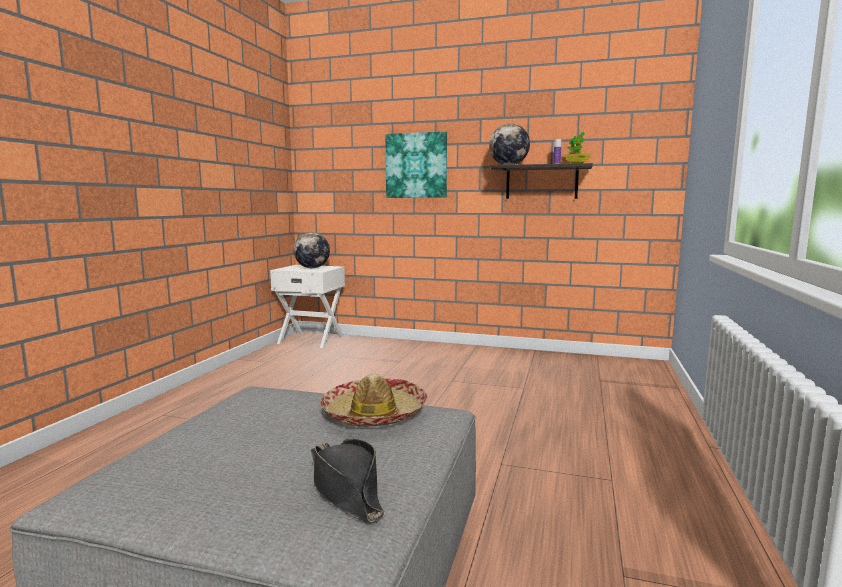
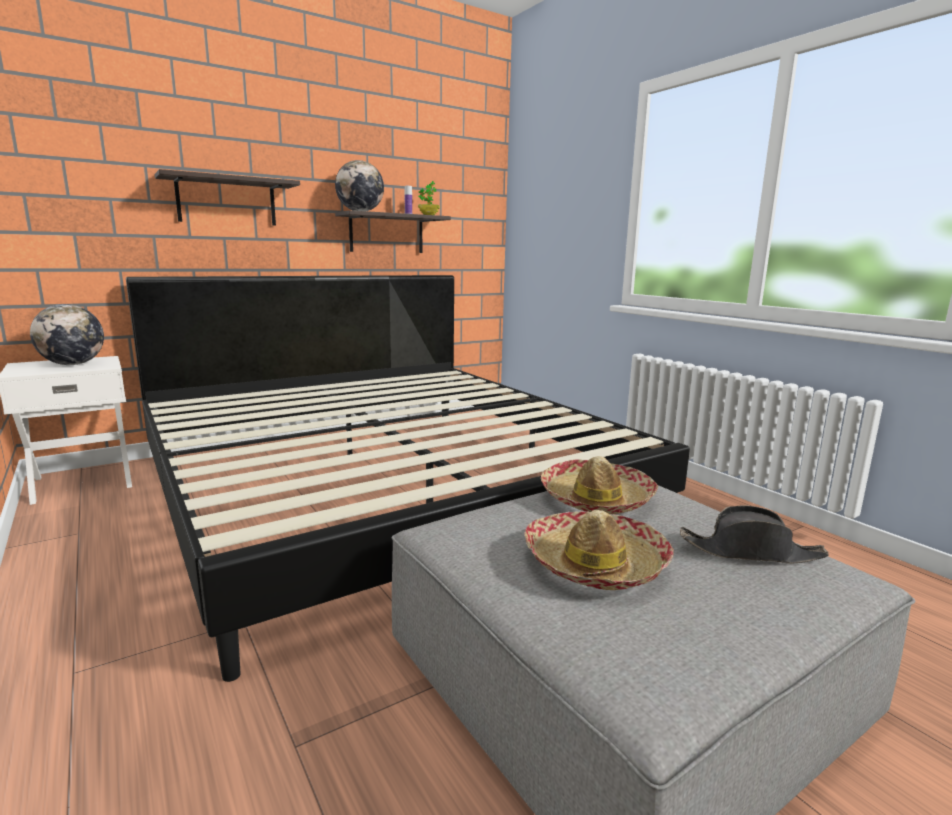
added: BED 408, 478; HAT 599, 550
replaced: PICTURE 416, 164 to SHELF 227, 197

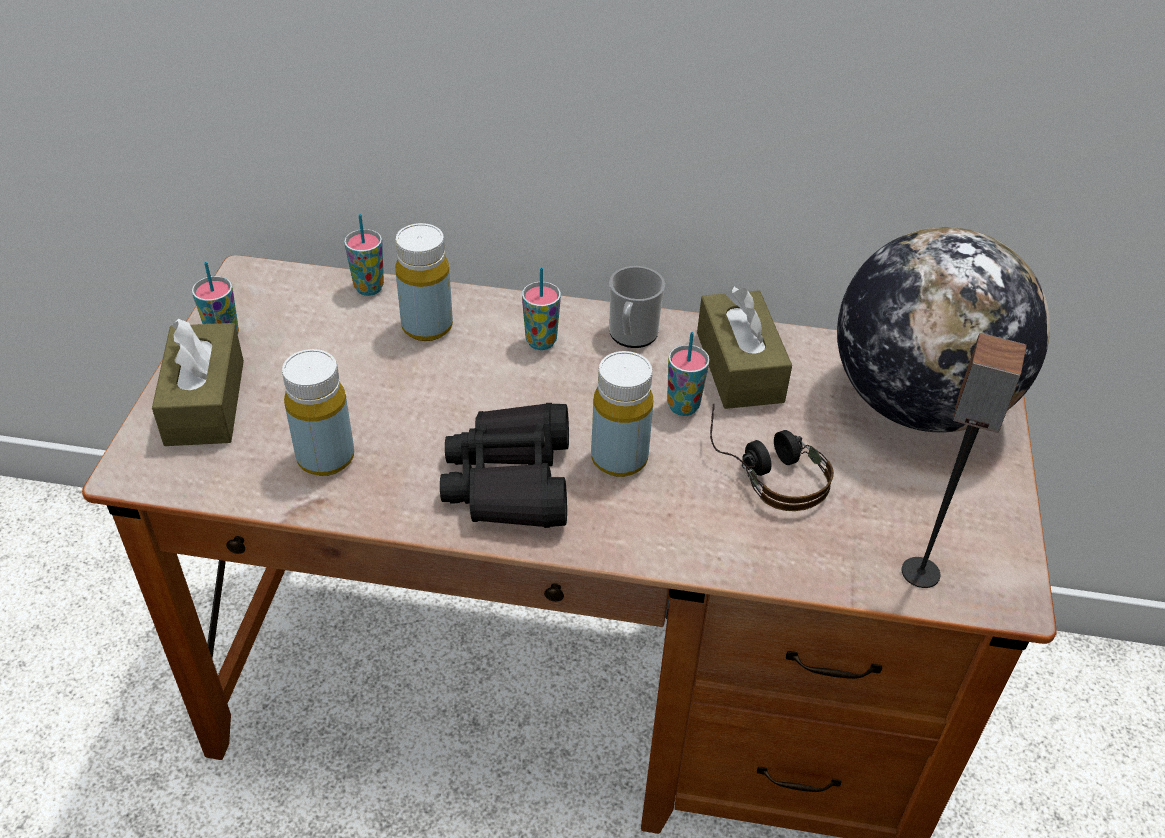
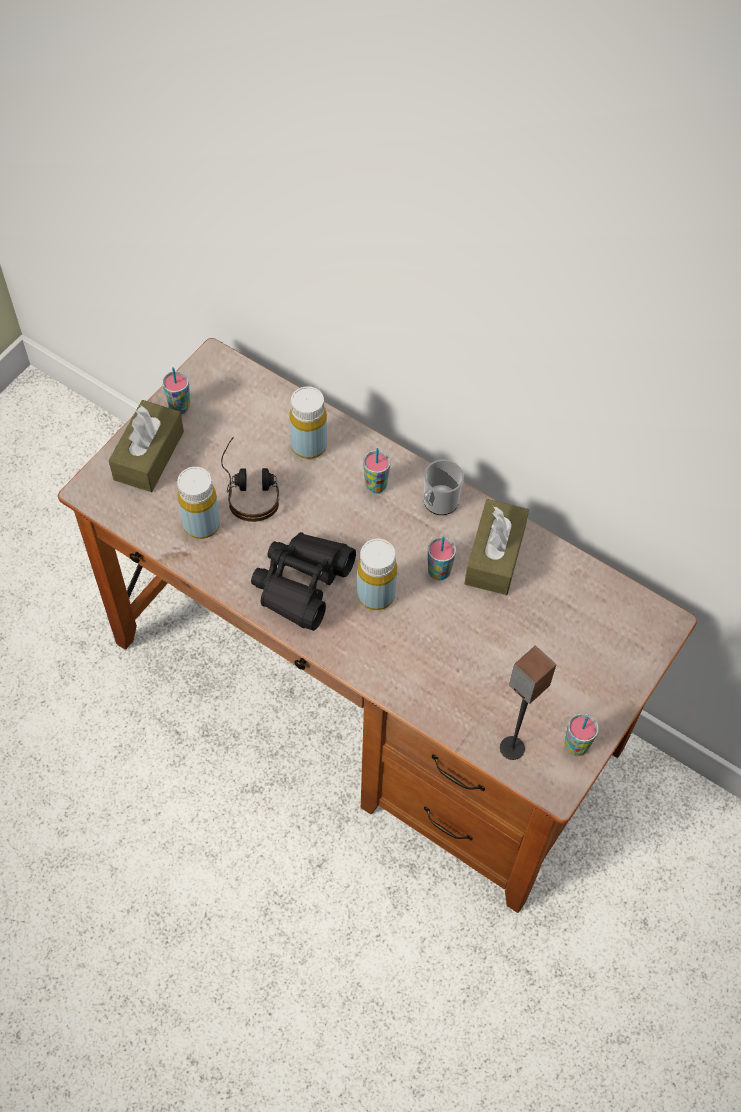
removed: GLOBE 943, 330
moved: CUP 364, 255 to 582, 734; HEADPHONES 772, 457 to 250, 479

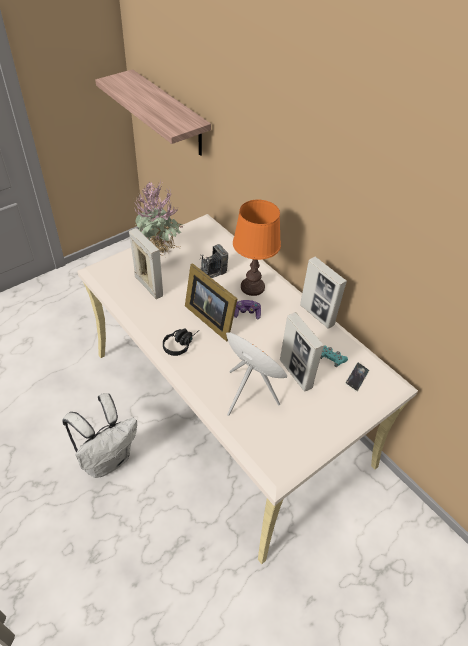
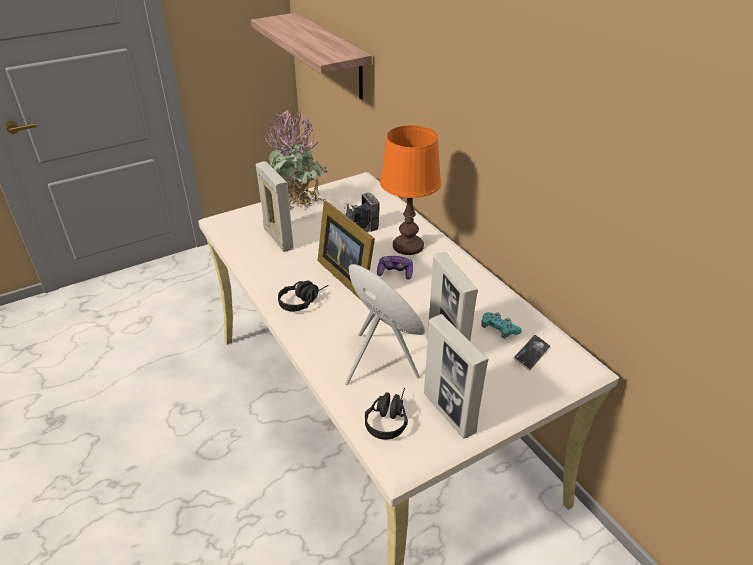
removed: WHITE BACKPACK 99, 435
added: BLACK HEADPHONES 386, 414
moved: PICTURE FRAME 323, 292 to 456, 376

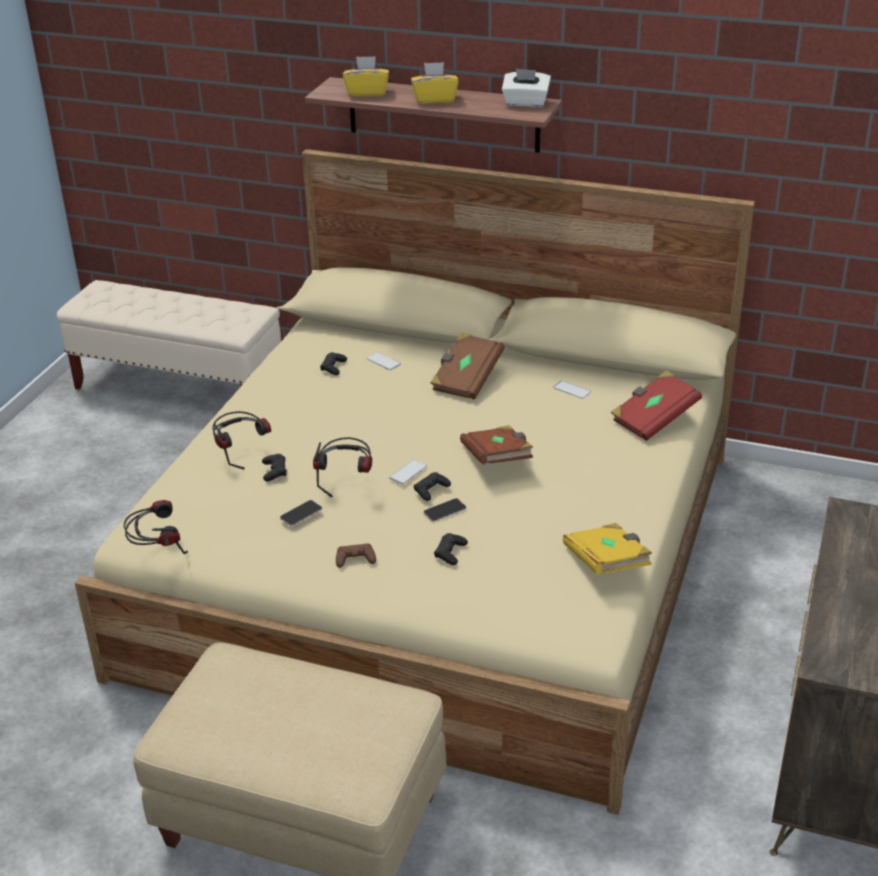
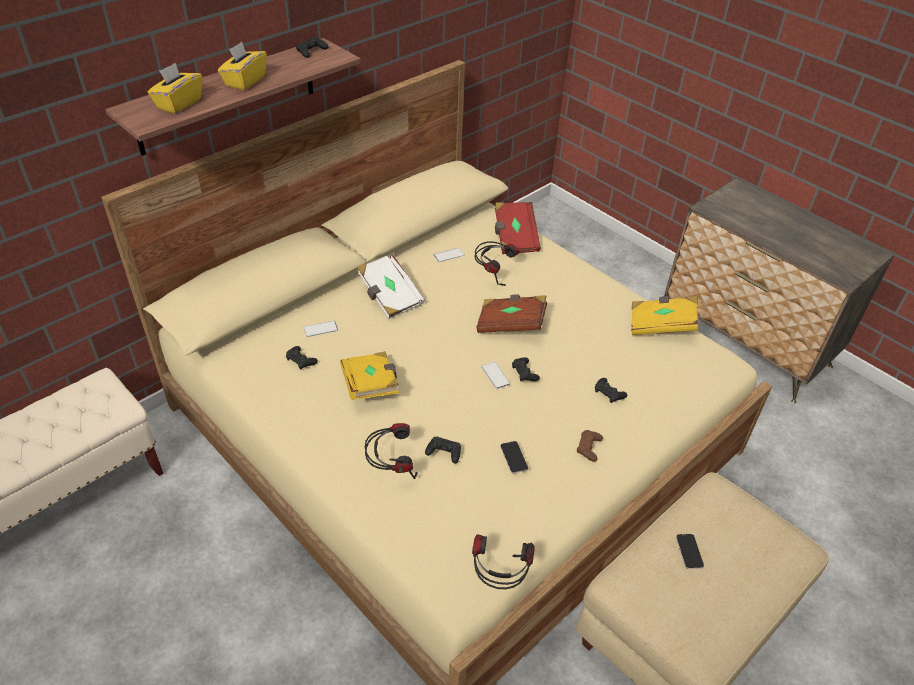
added: YELLOW BOOK 369, 375
moved: HEADPHONES 342, 467 to 496, 263; PHONE 444, 510 to 690, 551
replaced: WHITE TISSUE BOX 526, 88 to BLACK GAME CONTROLLER 312, 47
recoloured: BROWN BOOK 467, 366 to WHITE BOOK 391, 286

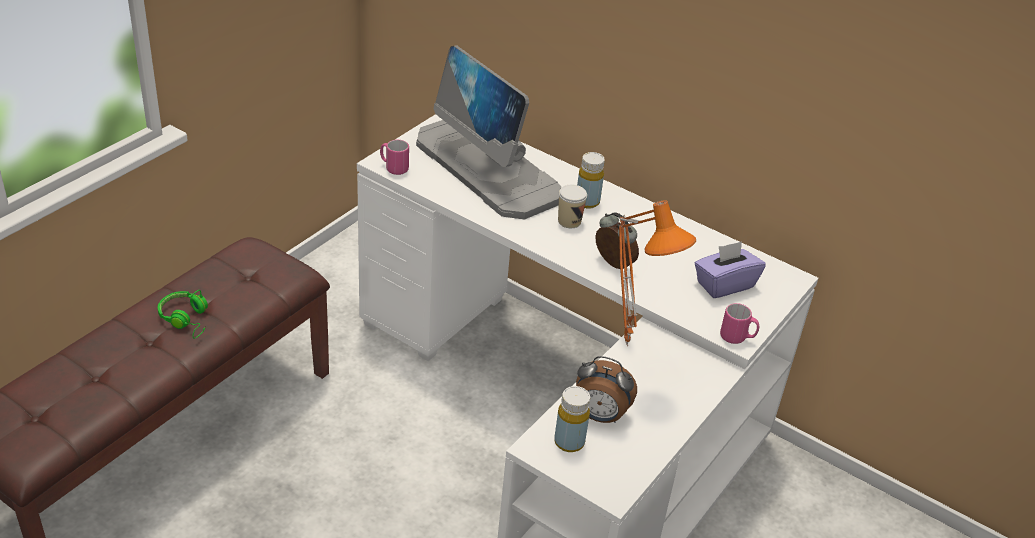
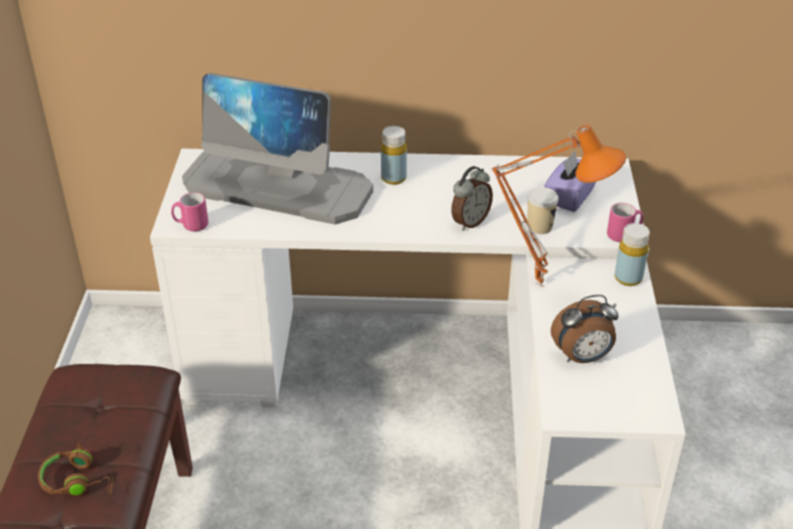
moved: YELLOW BOTTLE 572, 419 to 632, 254; CUP 572, 206 to 543, 210
recoloured: GREEN HEADPHONES 183, 314 to BROWN HEADPHONES 75, 469
turned: ALARM CLOCK 617, 240 = 472, 198 120 degrees clockwise

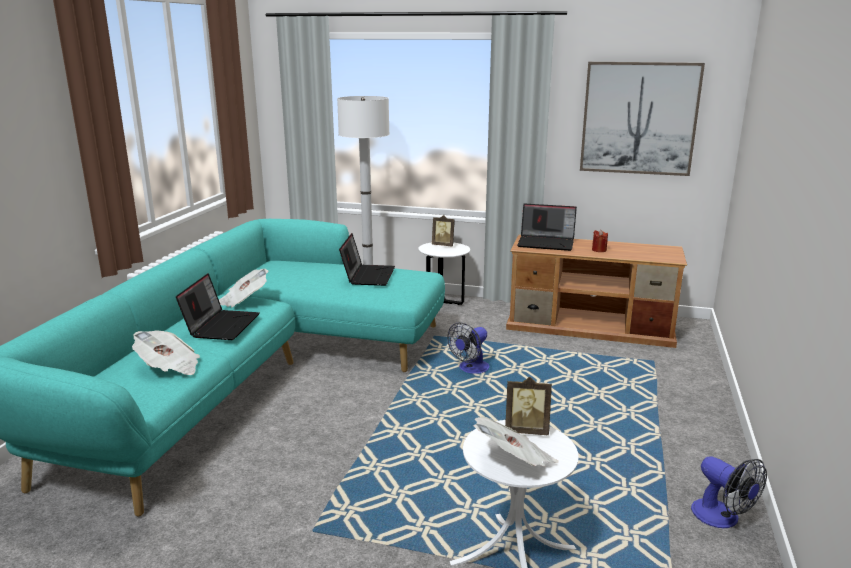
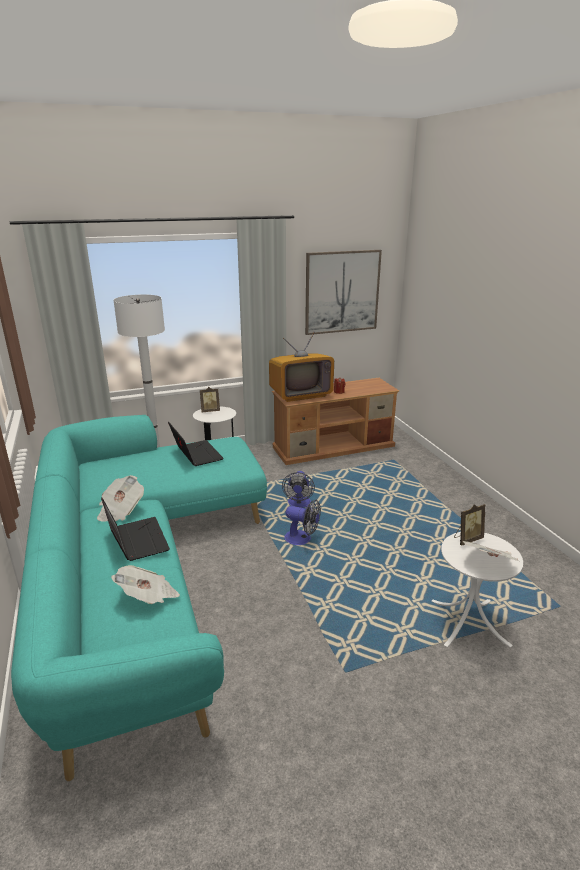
moved: FAN 729, 492 to 302, 522
replaced: LAPTOP 547, 227 to TELEVISION 301, 366

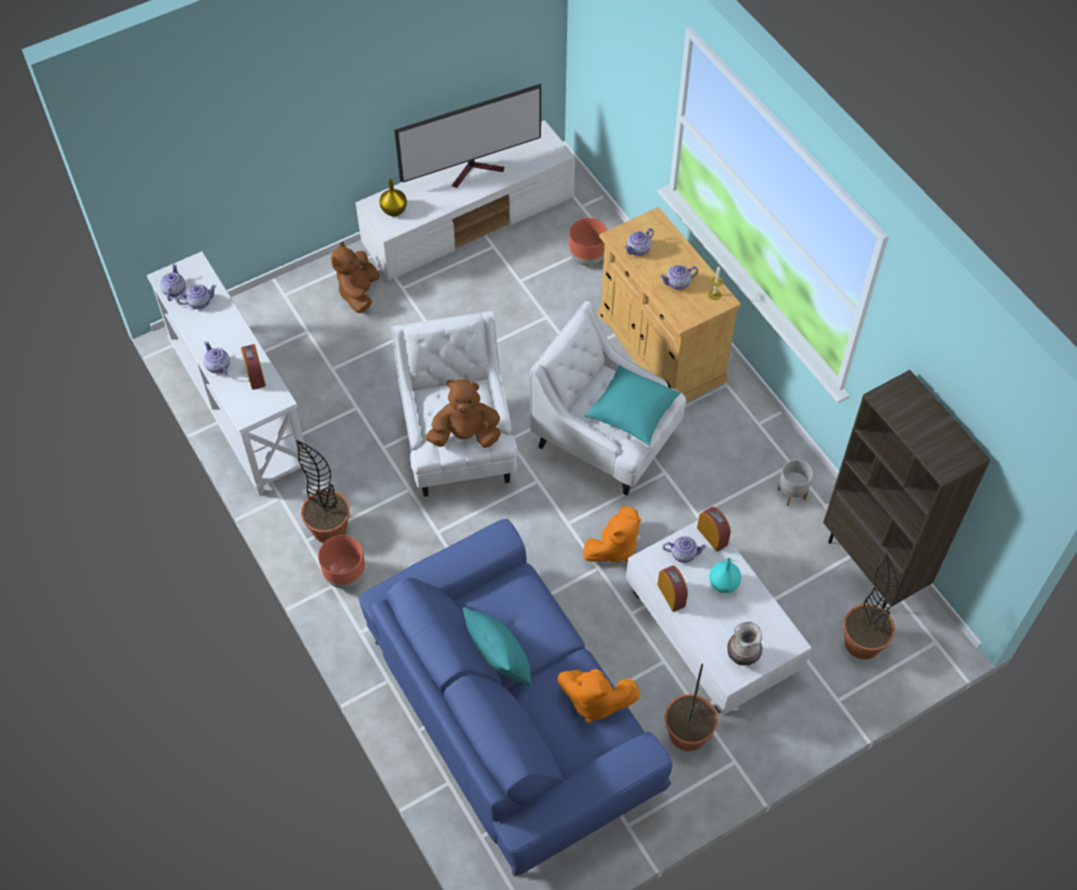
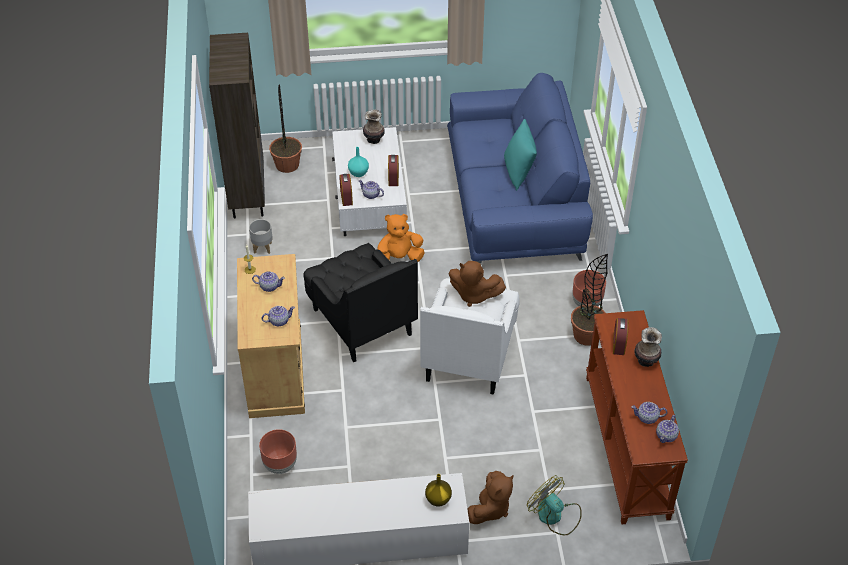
removed: TELEVISION 467, 136; ORANGE PLUSH TOY 599, 696; TURQUOISE PILLOW 633, 405; POTTED PLANT 691, 707
added: FAN 554, 505
replaced: TEAPOT 217, 358 to VASE 648, 347
recoloured: WHITE CONSOLE TABLE 229, 373 to BROWN CONSOLE TABLE 637, 417; WHITE ARMCHAIR 608, 398 to BLACK ARMCHAIR 360, 302

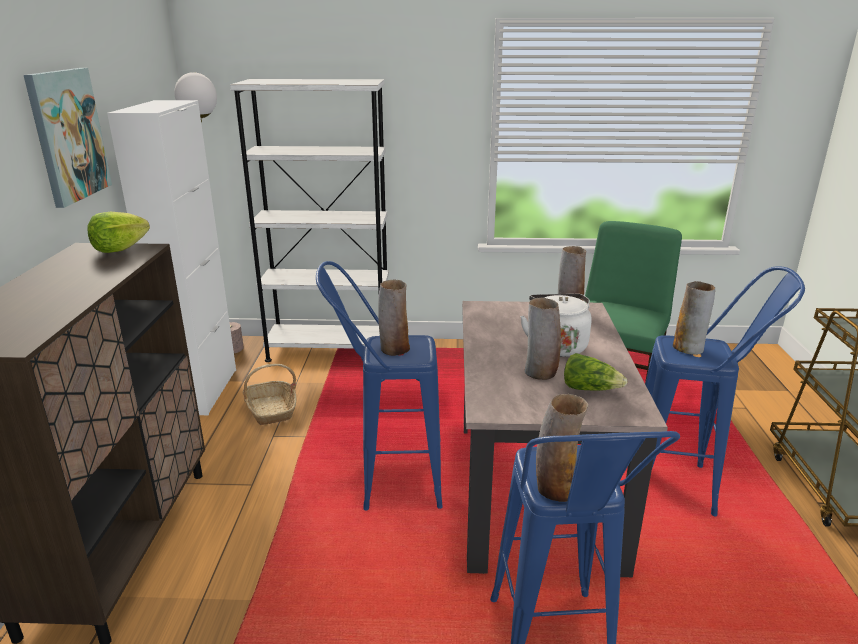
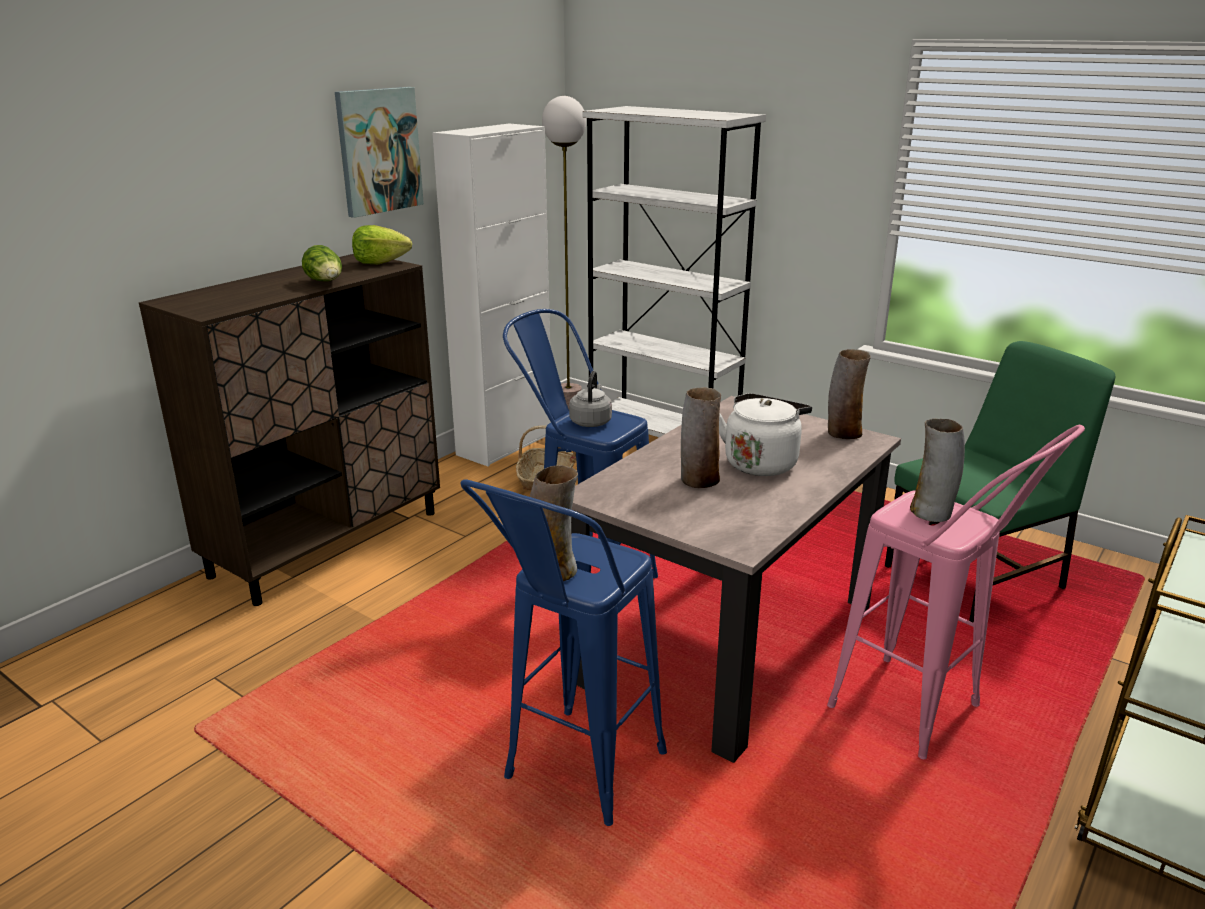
moved: LETTUCE 596, 372 to 322, 263
replaced: VASE 394, 318 to GREY KETTLE 590, 399
recoloured: BLUE STOOL 725, 391 to PINK STOOL 956, 592

